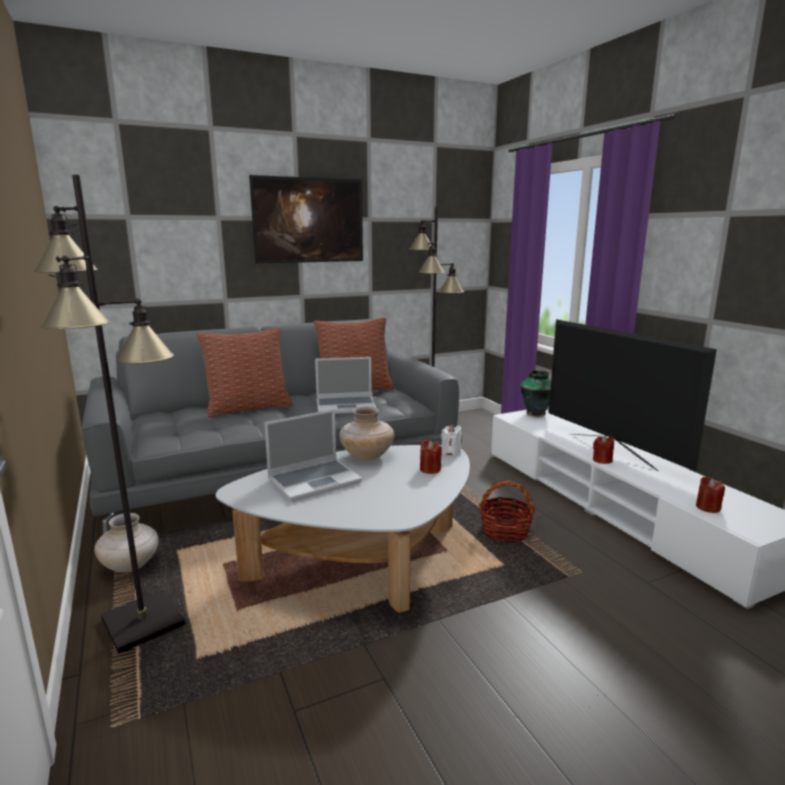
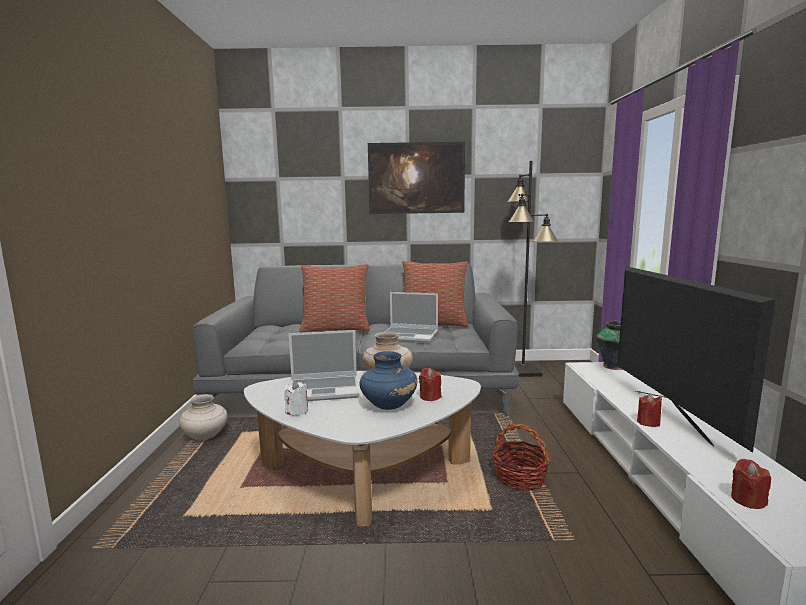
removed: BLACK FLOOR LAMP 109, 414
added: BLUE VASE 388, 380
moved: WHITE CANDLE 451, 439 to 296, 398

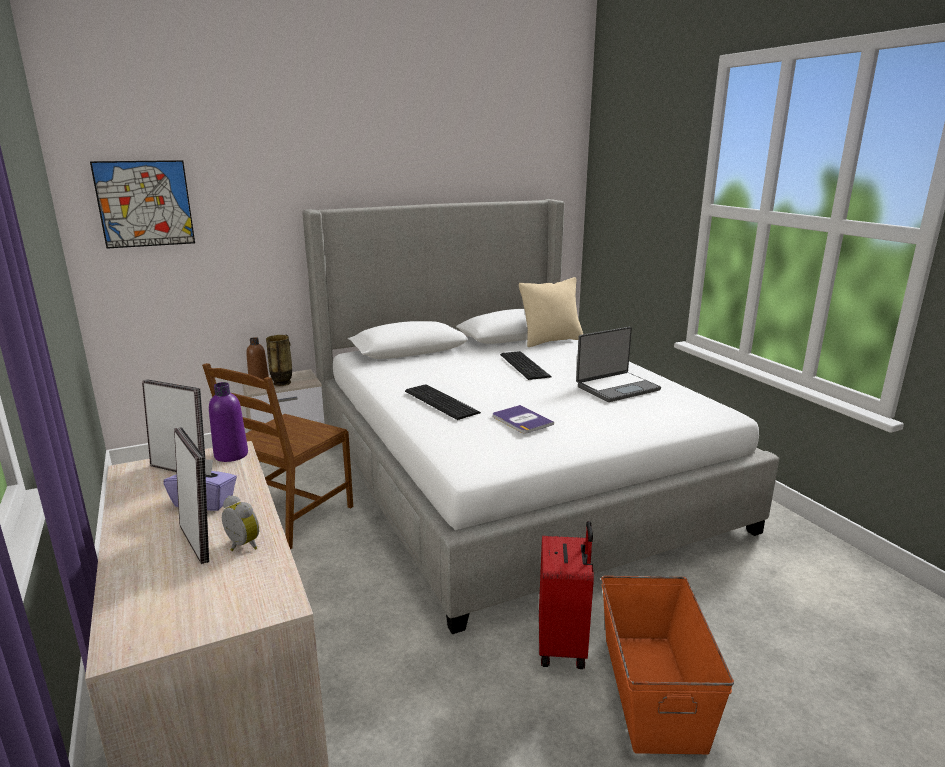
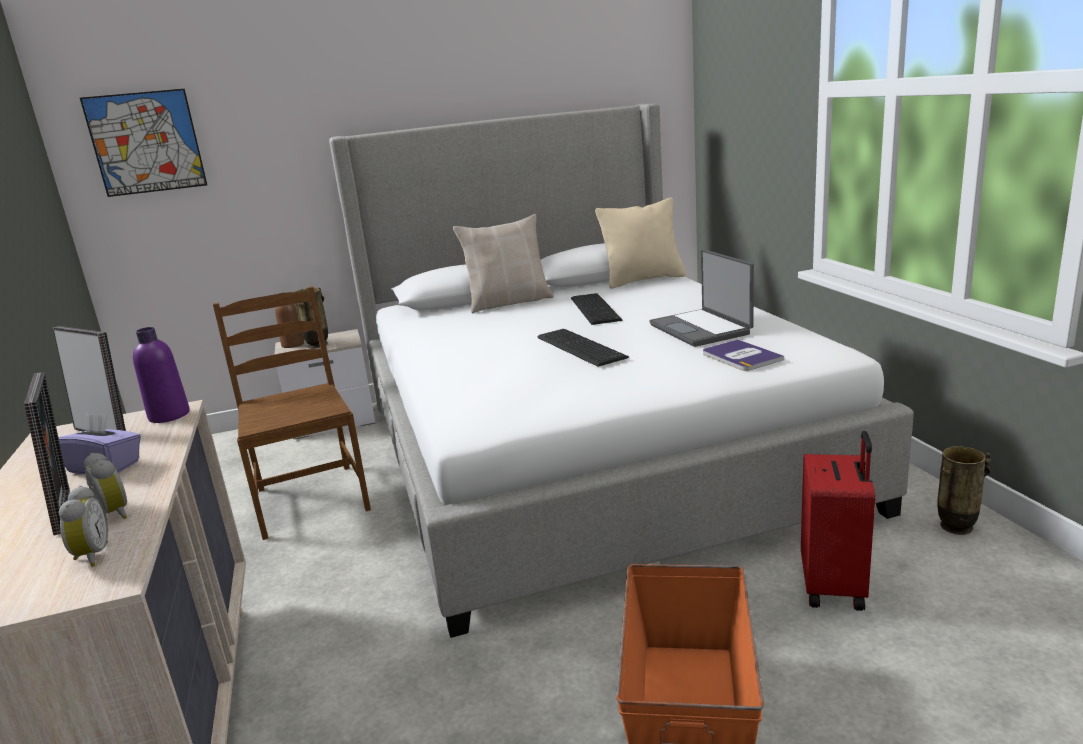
added: ALARM CLOCK 83, 526; BEIGE PILLOW 503, 263; VASE 964, 490
moved: KEYBOARD 443, 402 to 583, 348; BOOK 523, 419 to 743, 355; RED SUITCASE 566, 595 to 838, 521
turned: BROWN CHAIR 277, 456 = 292, 413 120 degrees clockwise; LAPTOP 618, 364 = 702, 298 90 degrees clockwise

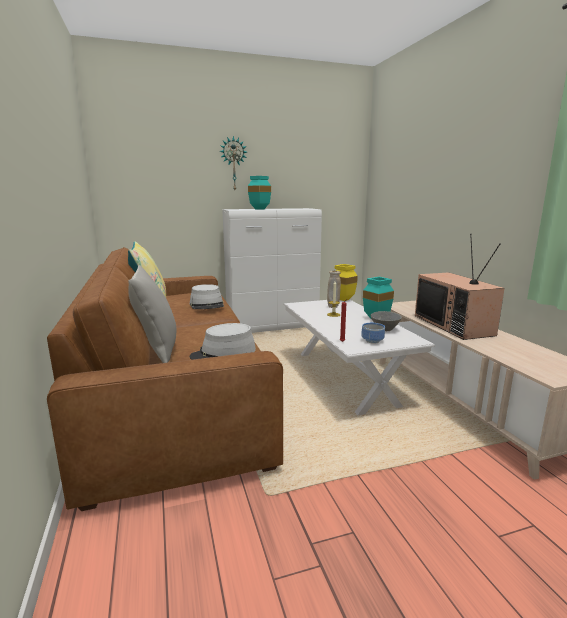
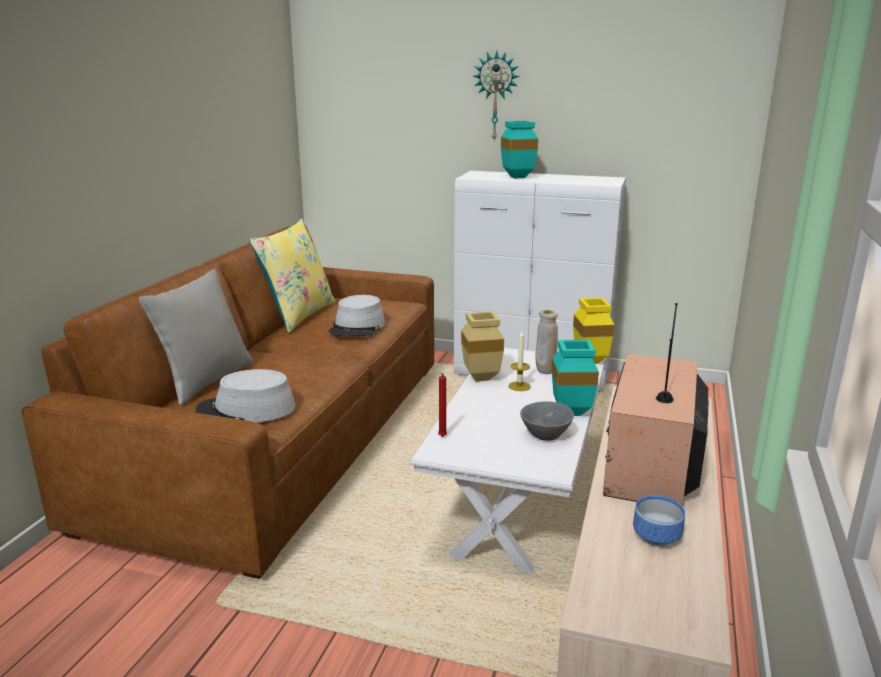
added: BEIGE VASE 482, 346
moved: BOWL 373, 333 to 659, 521

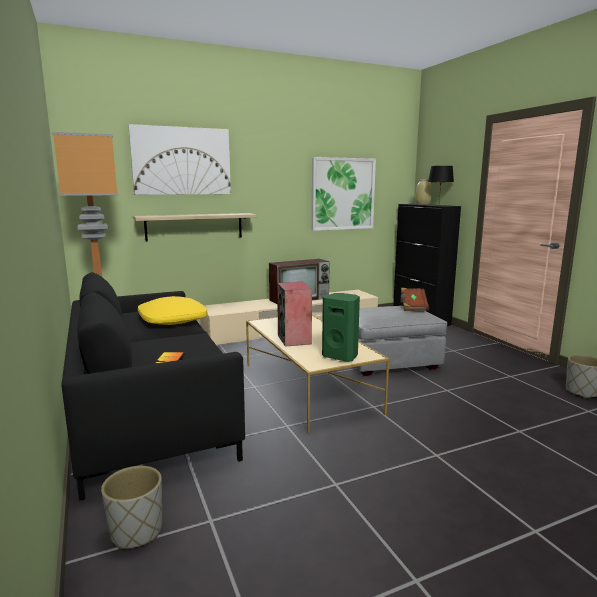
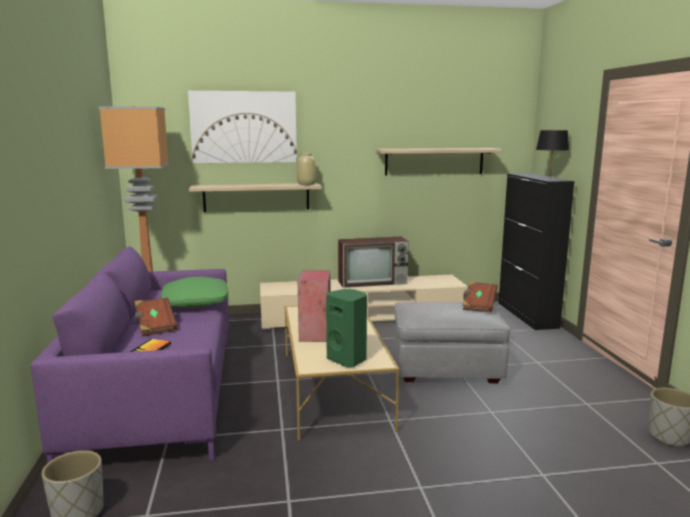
added: BROWN BOOK 156, 316
moved: BEIGE VASE 423, 192 to 306, 169
replaced: PICTURE 344, 194 to SHELF 439, 161
recoloured: BLACK SOFA 153, 386 to PURPLE SOFA 129, 354; YELLOW PILLOW 173, 310 to GREEN PILLOW 194, 292

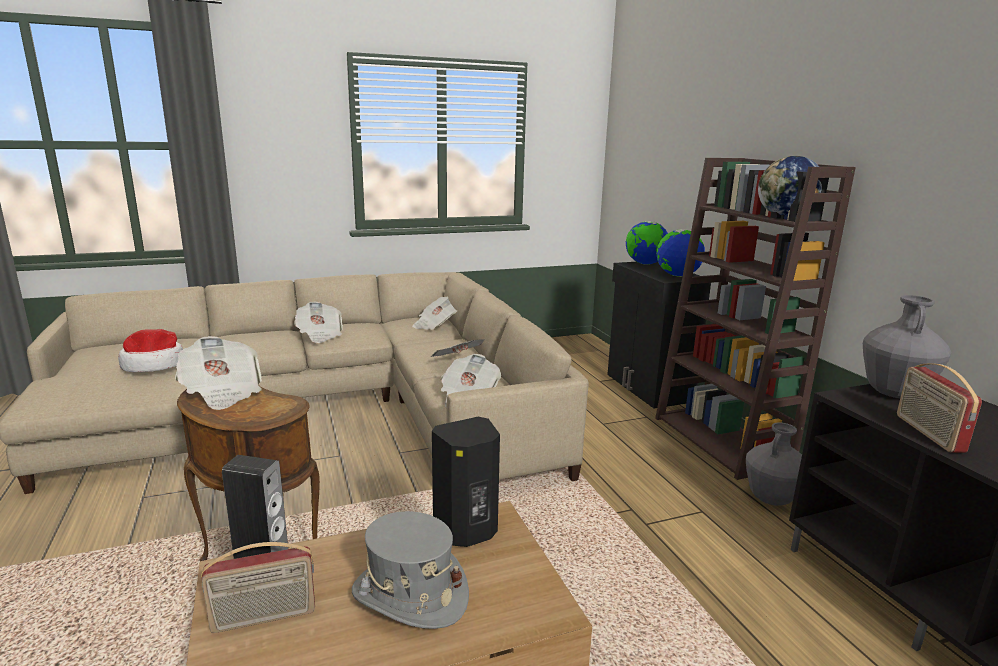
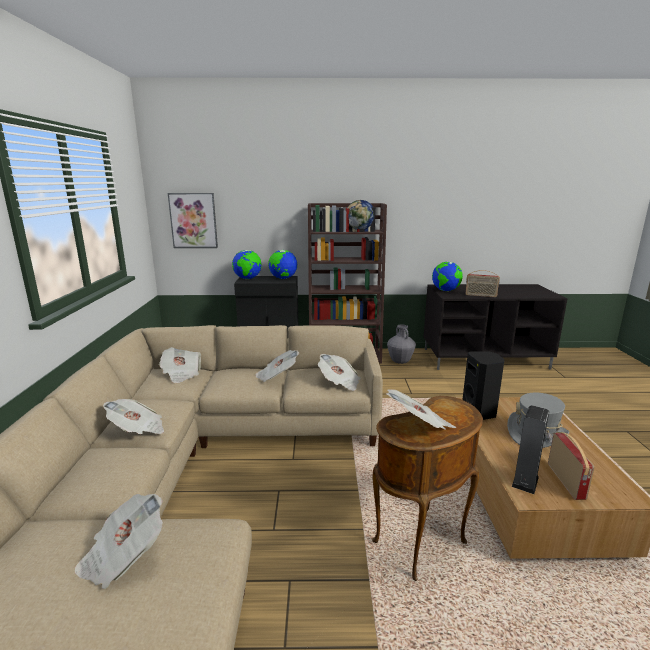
added: PICTURE 193, 220
replaced: HAT 150, 350 to NEWSPAPER 119, 541; GREY VASE 907, 346 to GLOBE 447, 276

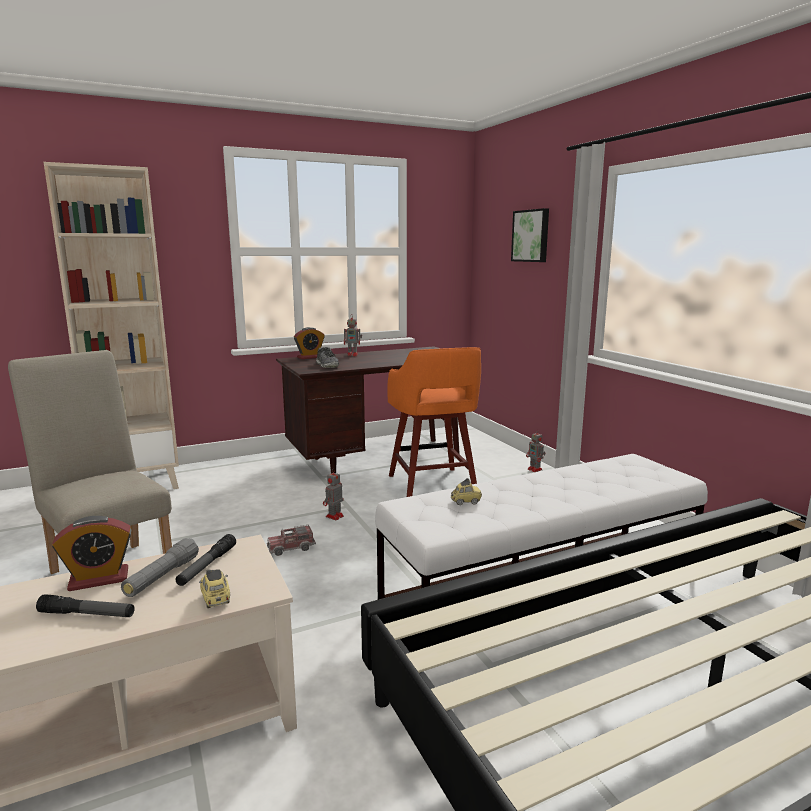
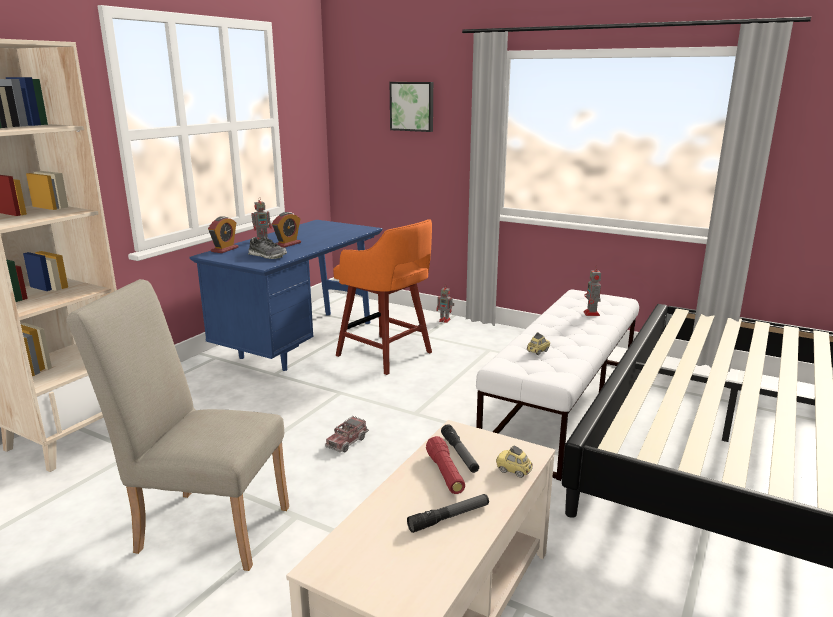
moved: ALARM CLOCK 91, 553 to 286, 230; TOY ROBOT 333, 494 to 592, 290
recoloured: GREY FLASHLIGHT 160, 567 to RED FLASHLIGHT 445, 465; BROWN DESK 368, 409 to BLUE DESK 286, 295

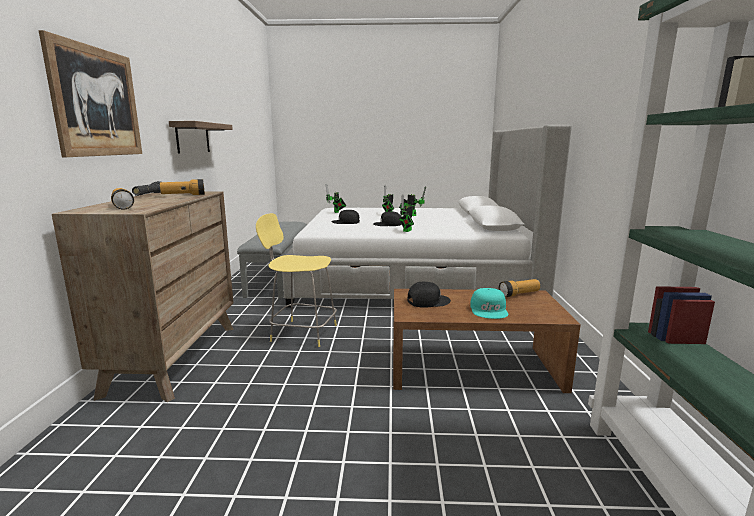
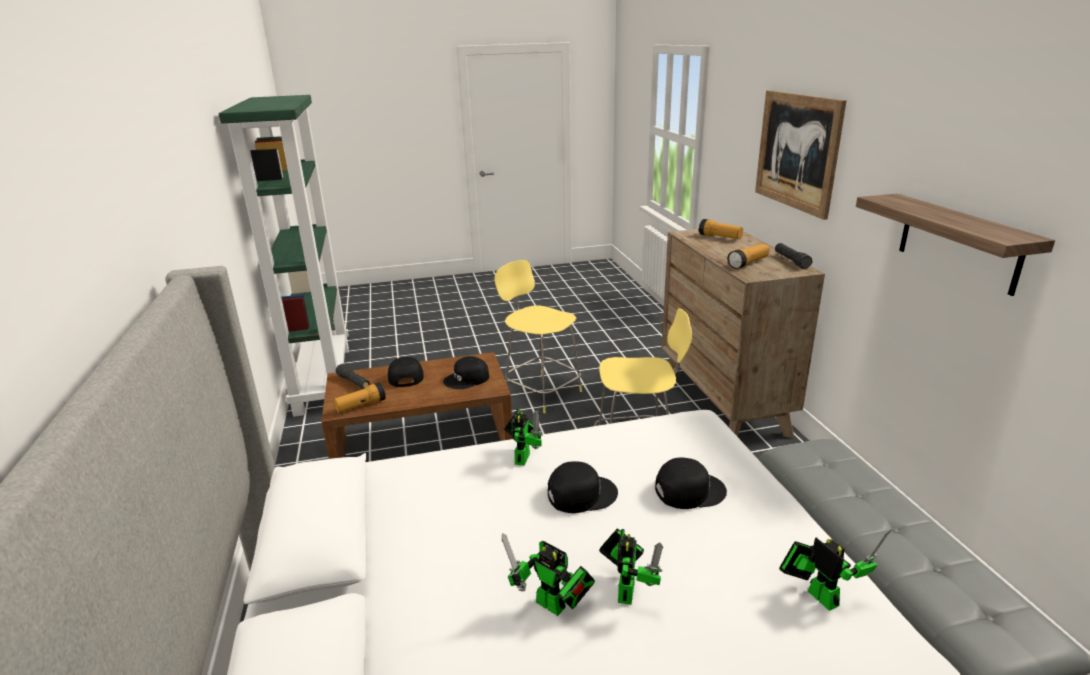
added: BLACK FLASHLIGHT 353, 376; YELLOW STOOL 538, 336
recoloured: TURQUOISE CAP 489, 303 to BLACK CAP 406, 372

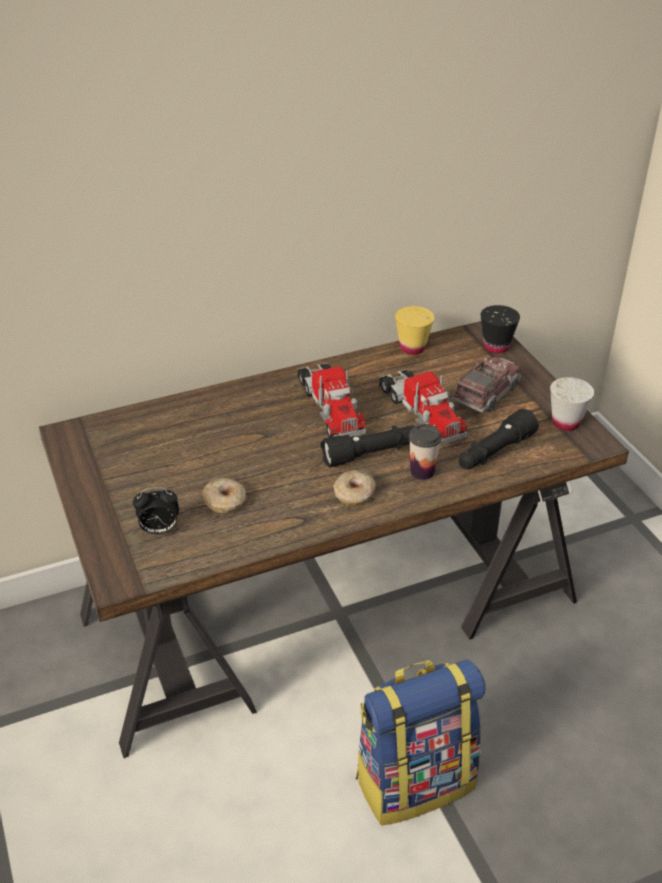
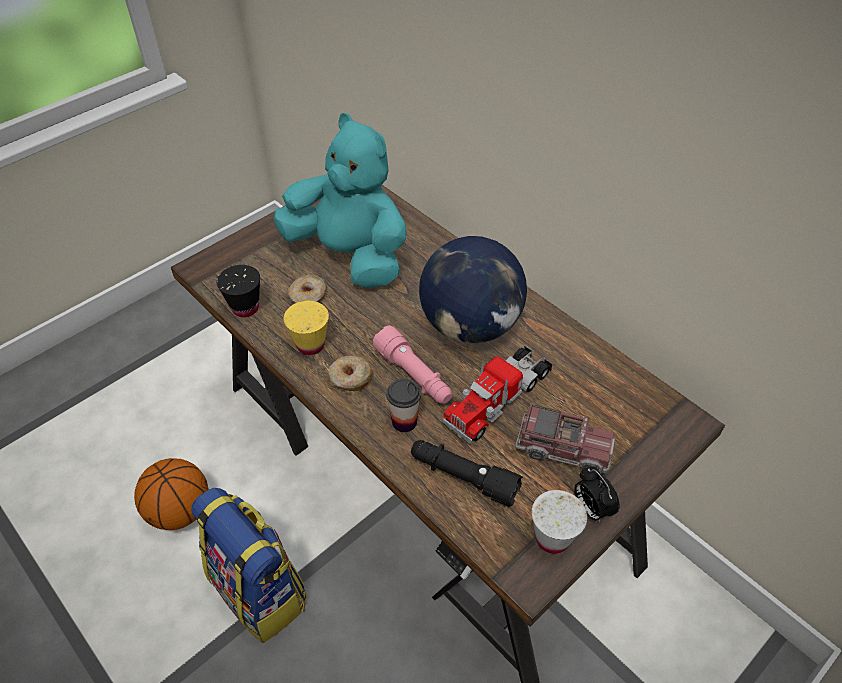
added: BASKETBALL 171, 494; TURQUOISE PLUSH TOY 340, 200
moved: ALARM CLOCK 156, 510 to 597, 495; YELLOW CUP 414, 330 to 306, 328; BLACK CUP 500, 329 to 238, 291
replaced: TOY TRUCK 331, 400 to GLOBE 473, 290
recoloured: BLACK FLASHLIGHT 367, 446 to PINK FLASHLIGHT 412, 364

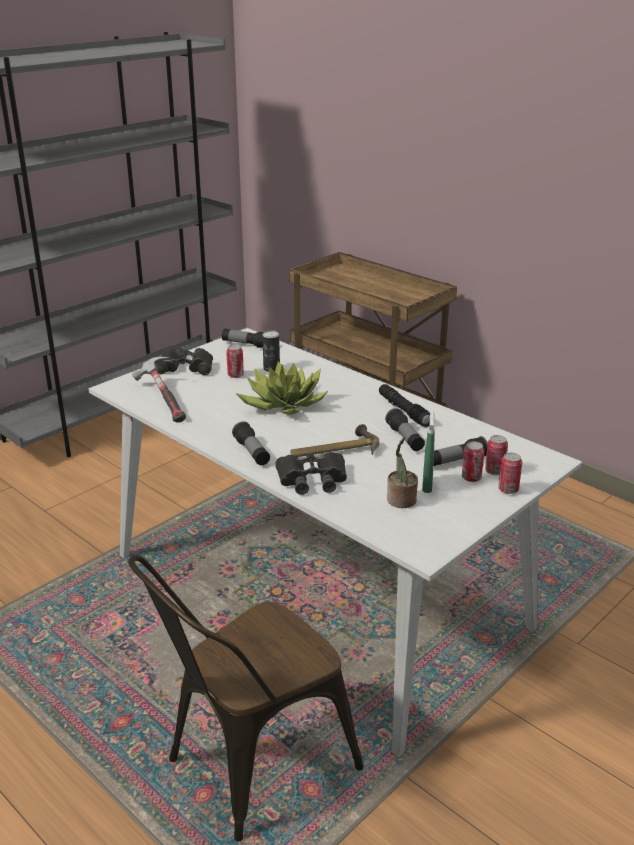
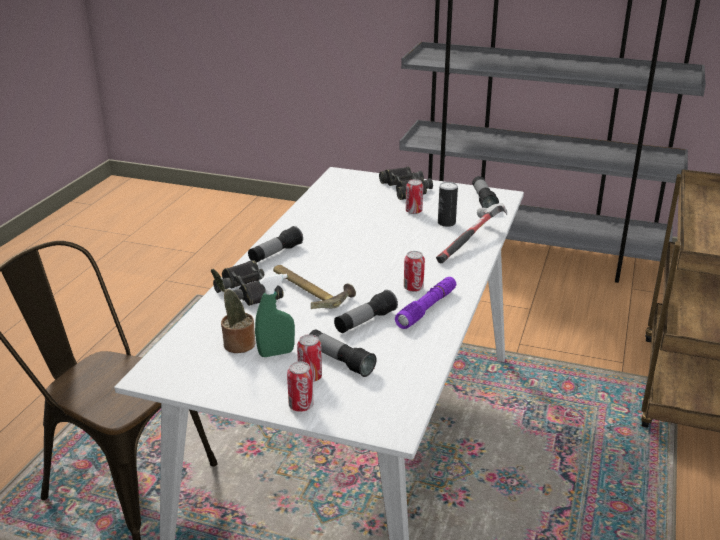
removed: POTTED PLANT 282, 388
moved: HAMMER 158, 390 to 471, 233; CAN 496, 455 to 414, 271
recoloured: BLACK FLASHLIGHT 404, 405 to PURPLE FLASHLIGHT 425, 303

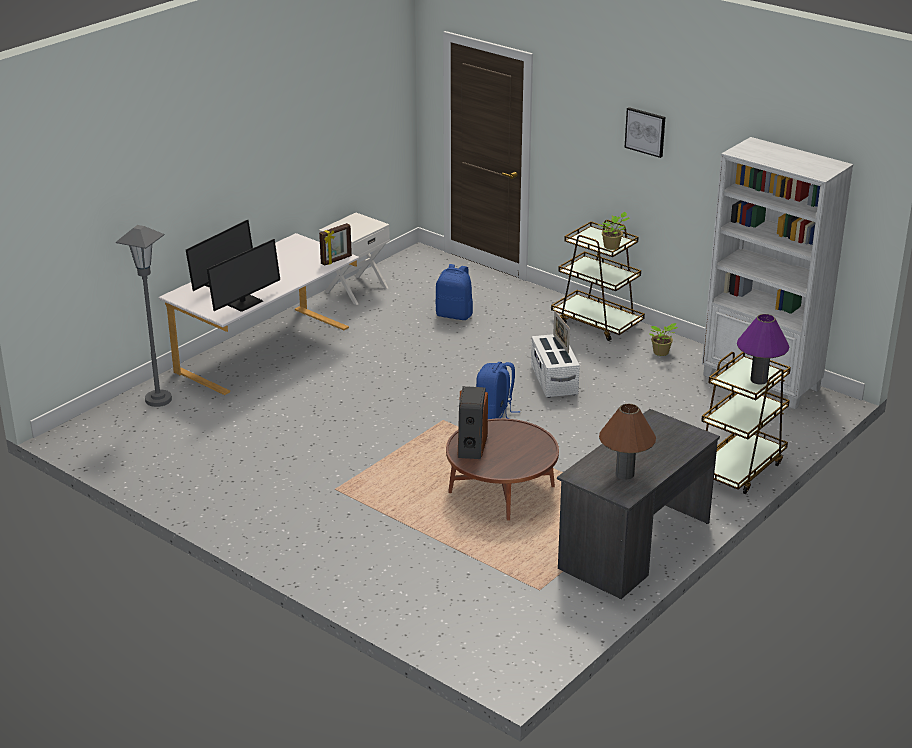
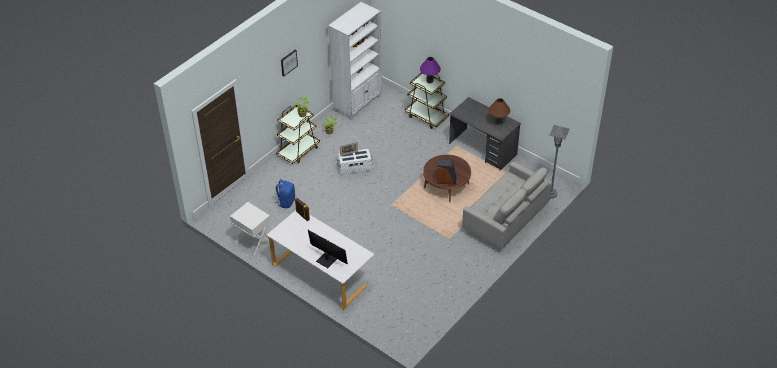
removed: MONITOR 243, 275; BLUE BACKPACK 498, 390
added: GREY SOFA 507, 205
moved: GREY FLOOR LAMP 144, 316 to 560, 161

